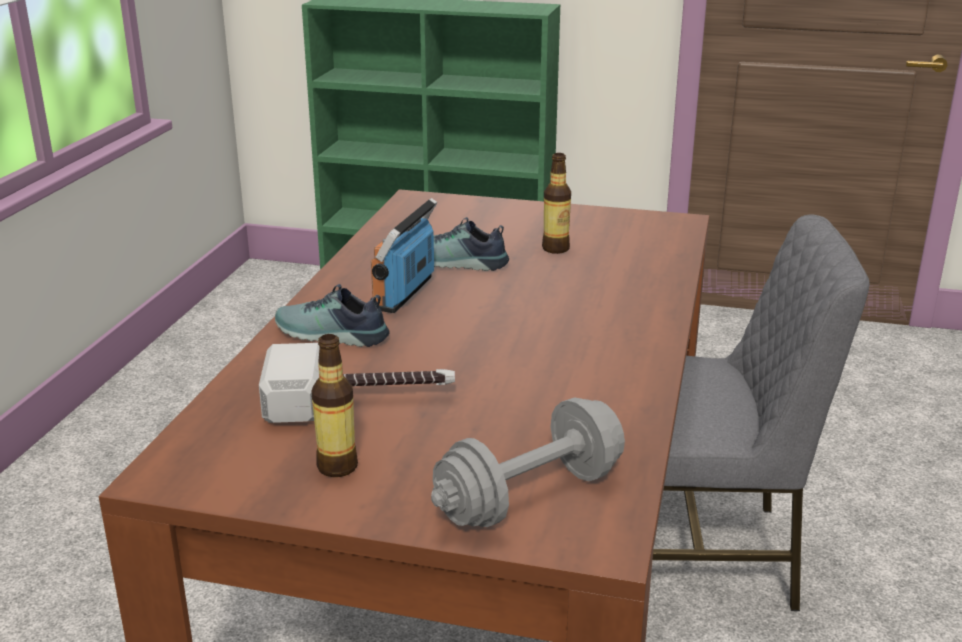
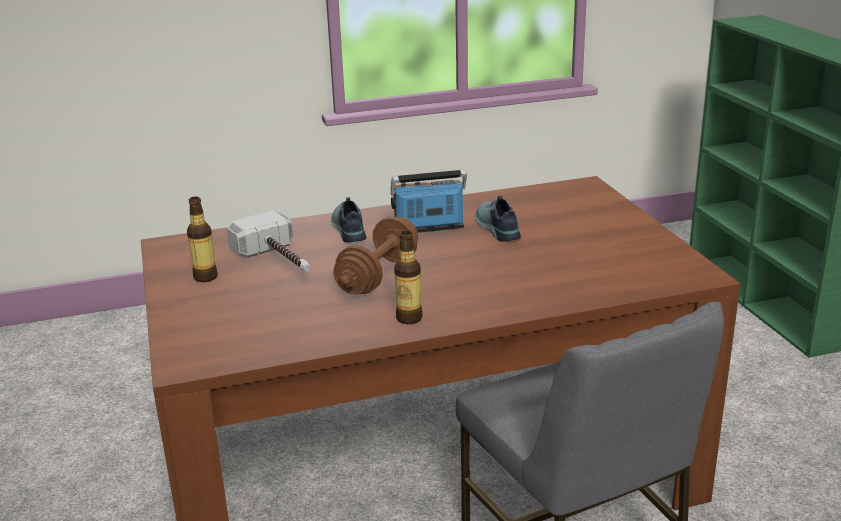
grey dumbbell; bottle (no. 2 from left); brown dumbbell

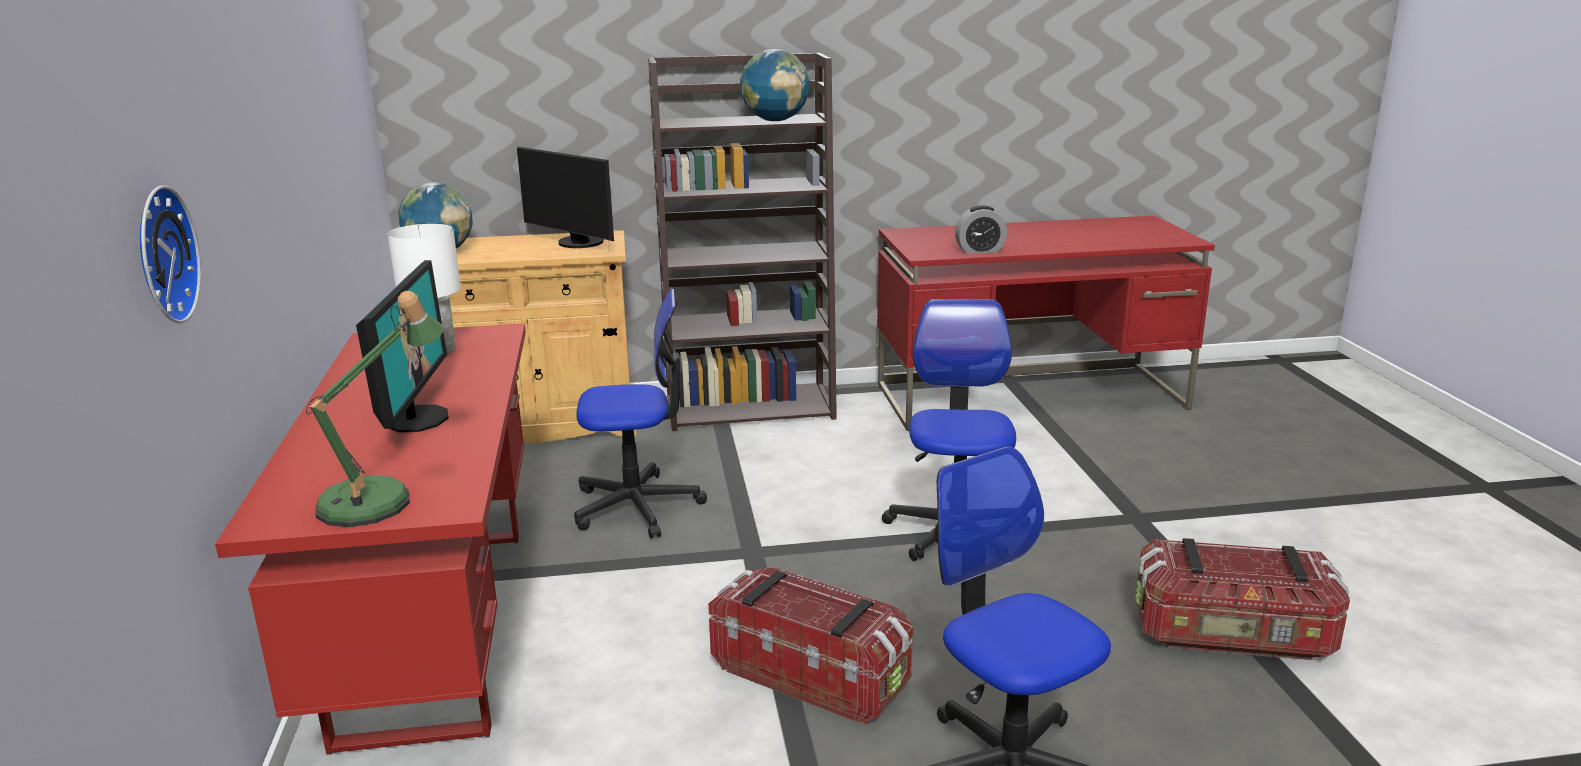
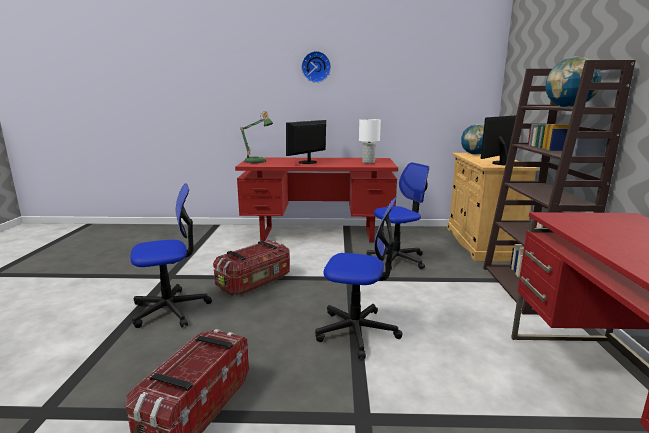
wall clock; monitor (no. 1 from left); office chair (no. 3 from left); alarm clock

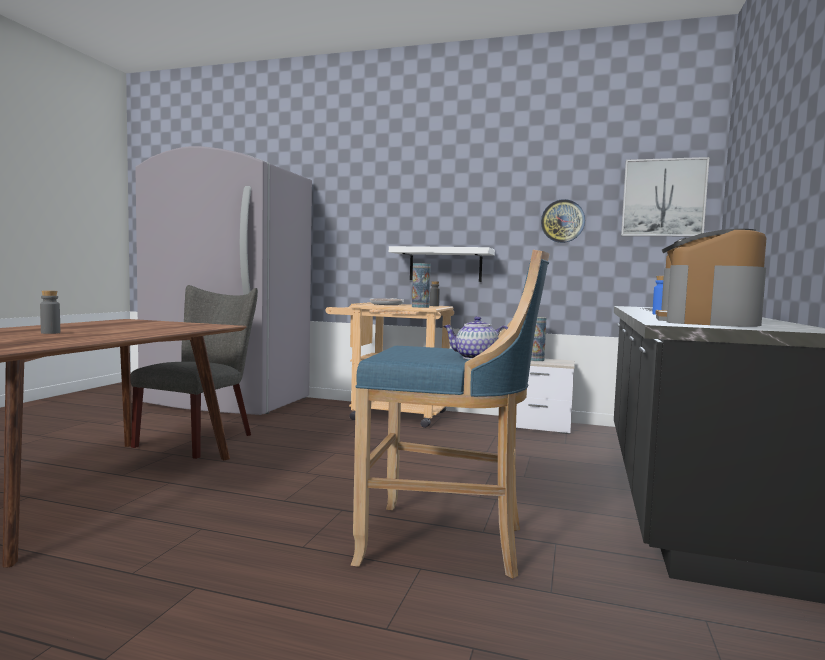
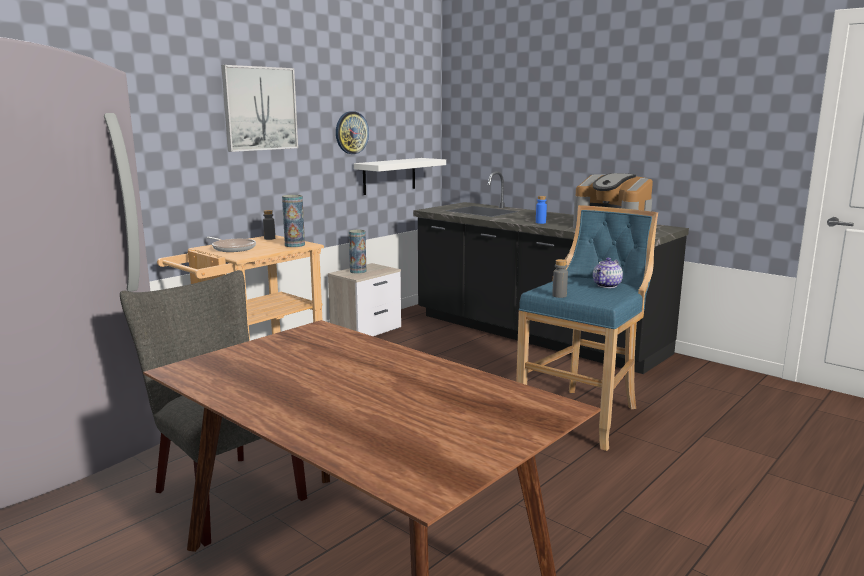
grey bottle (no. 2 from left); white shelf; picture

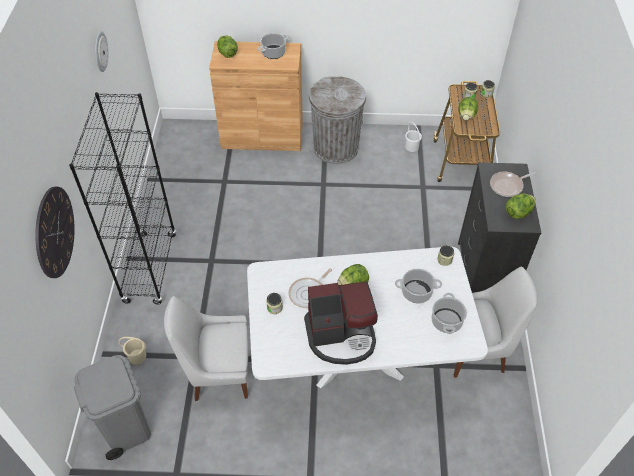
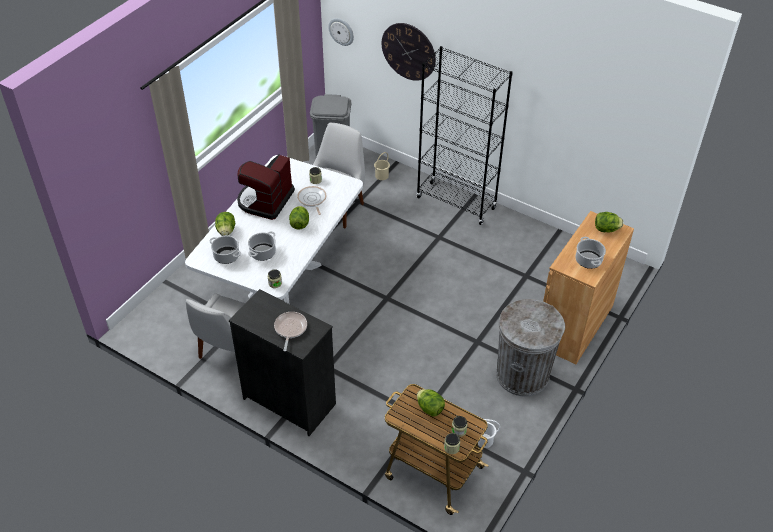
wall clock (no. 1 from left); lettuce (no. 1 from left)

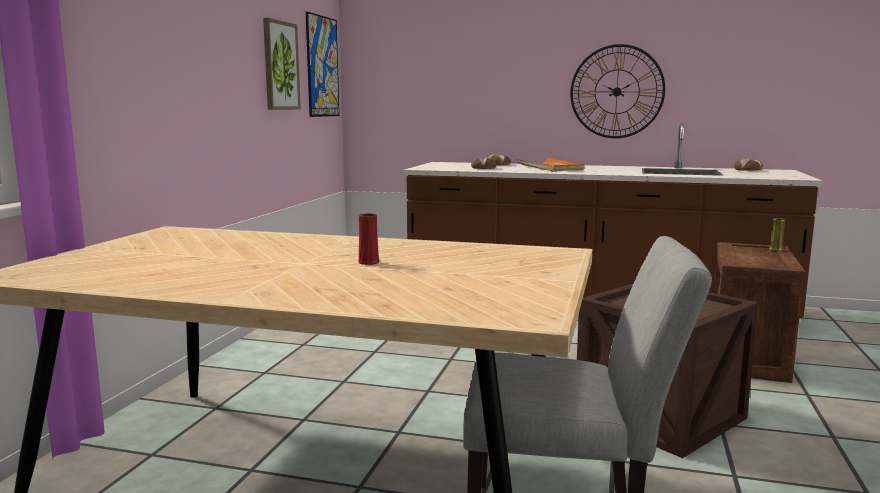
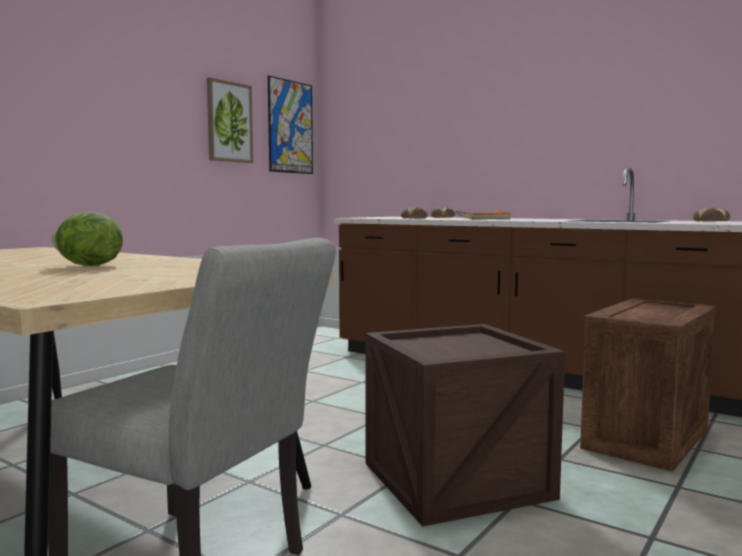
lettuce; wall clock; yellow vase

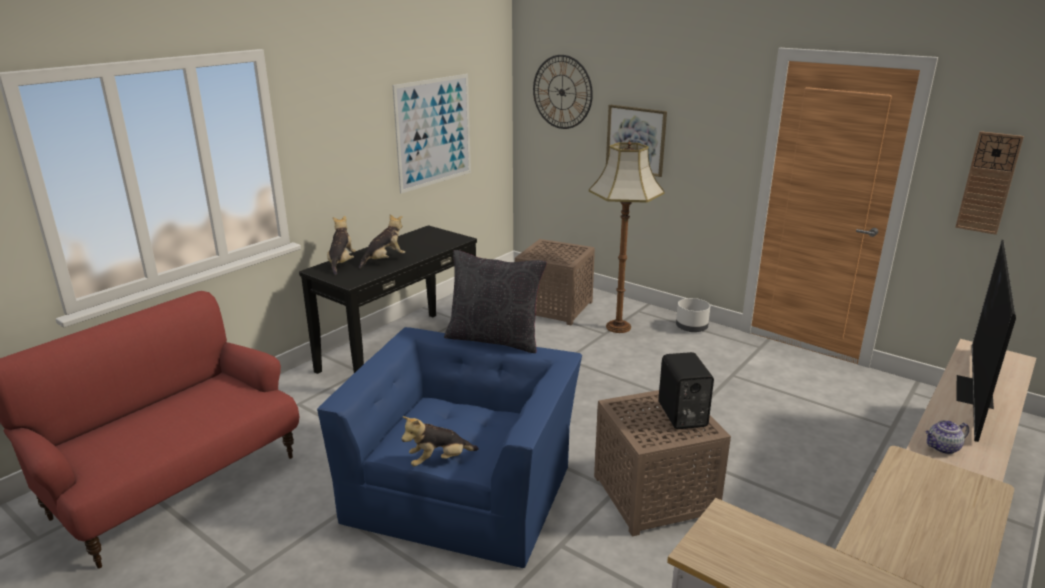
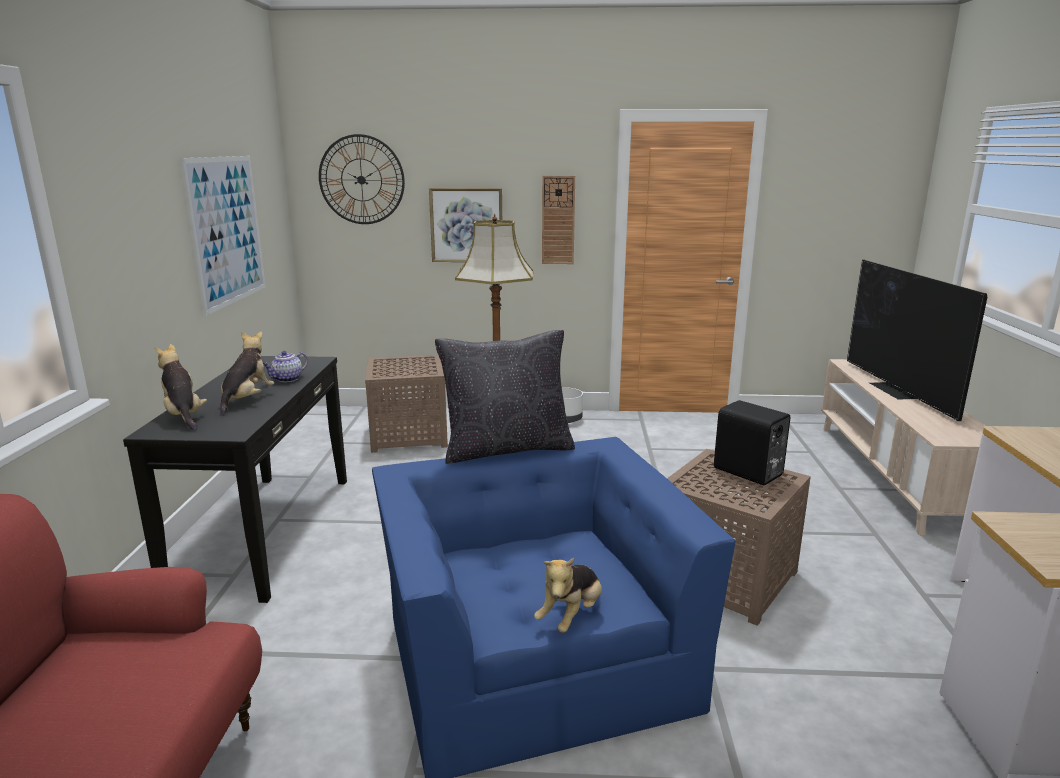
teapot; wall clock (no. 2 from left)

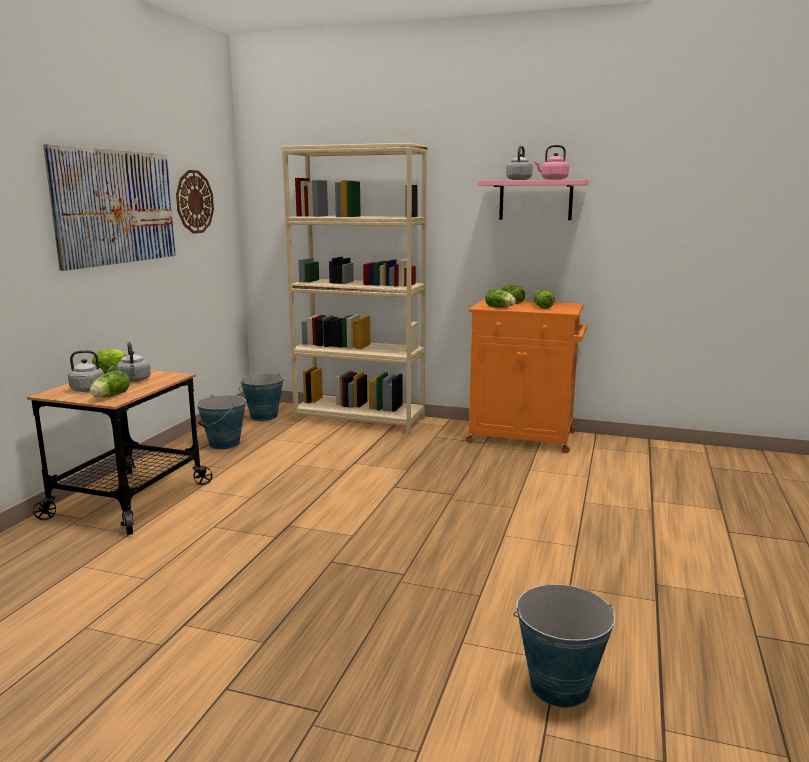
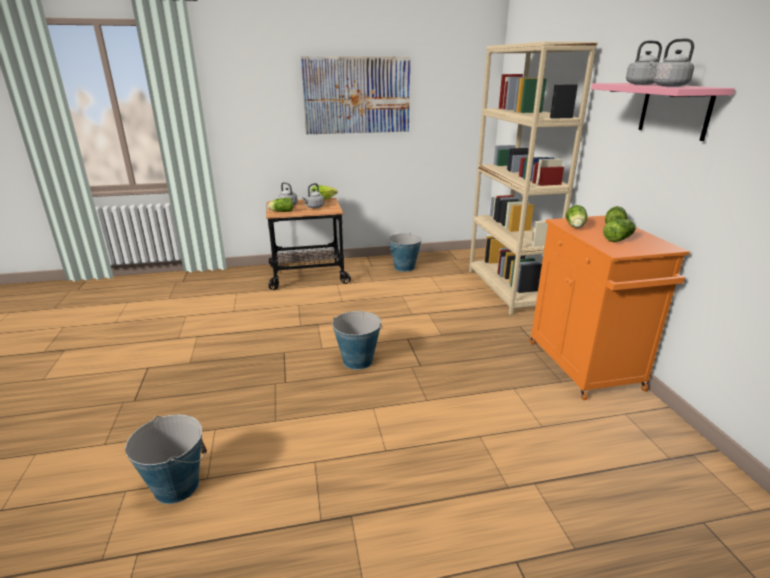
wall clock; bucket (no. 2 from left); grey kettle (no. 4 from left)

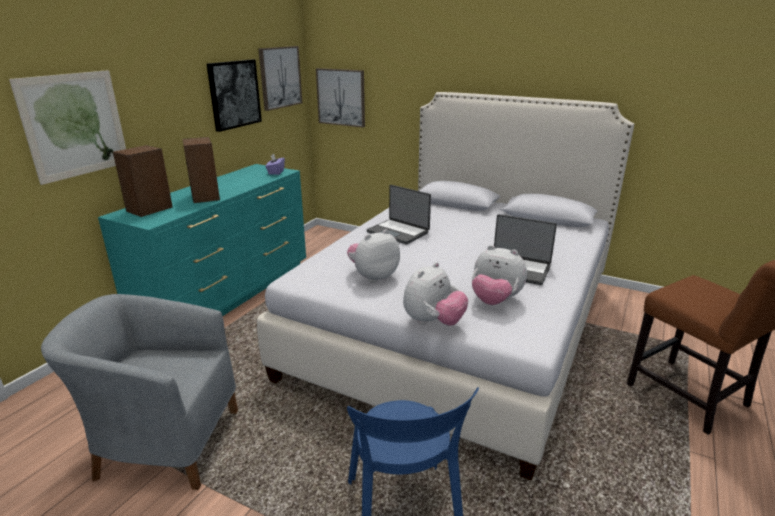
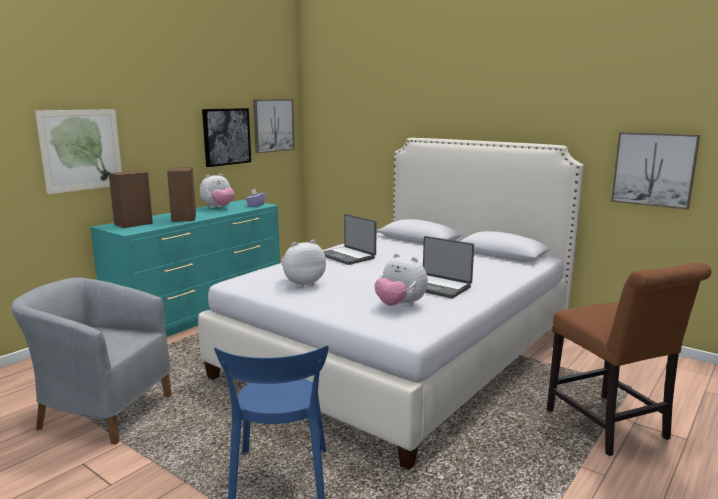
picture (no. 4 from left); plush toy (no. 1 from left)

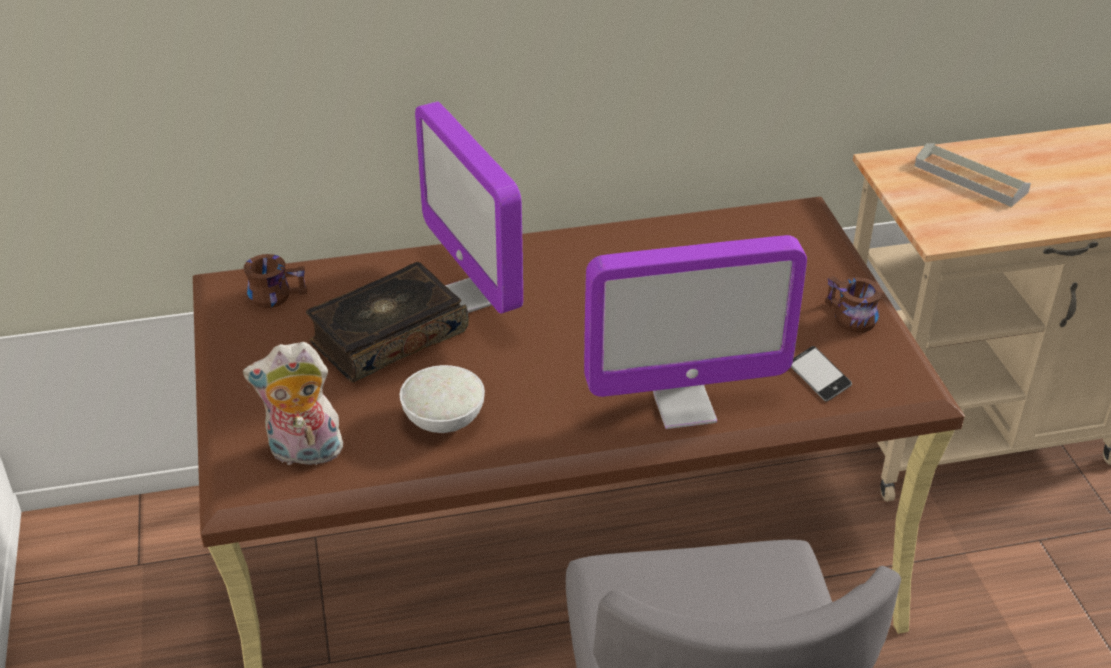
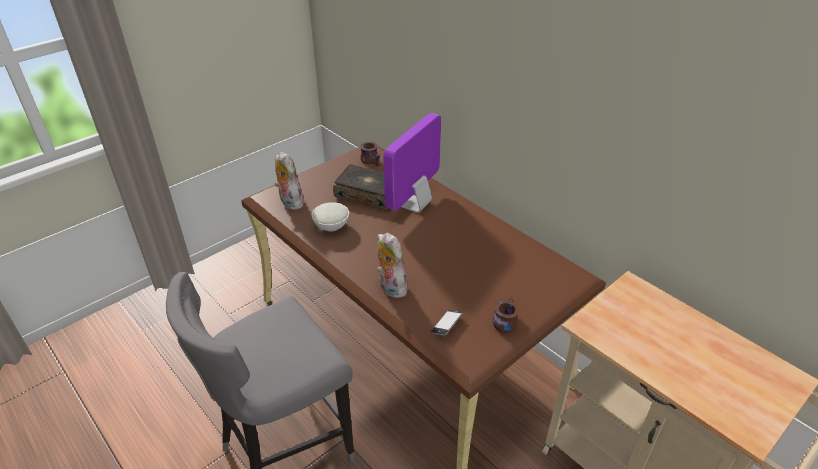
plush toy (no. 2 from left); grey tray

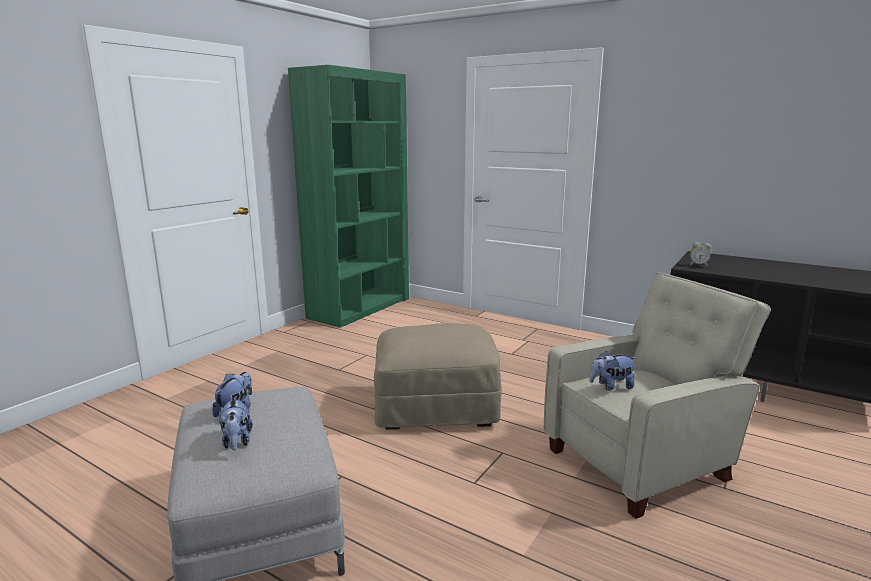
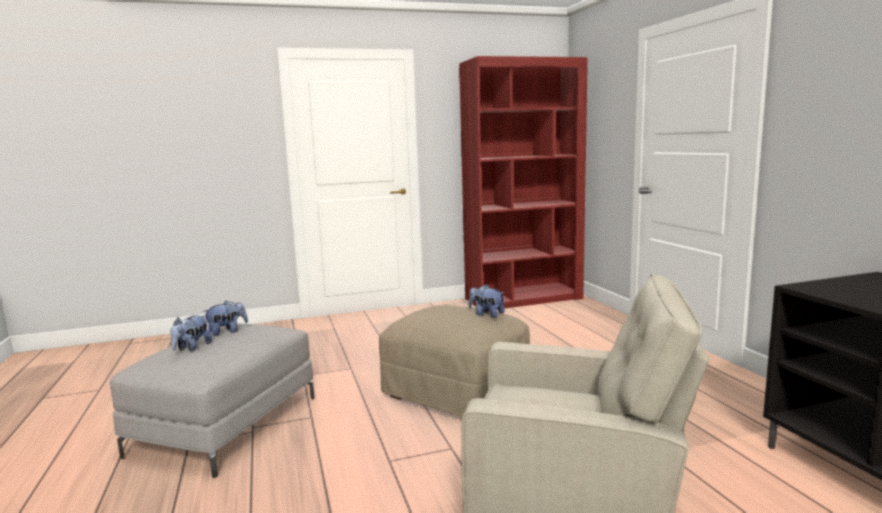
red bookcase; plush toy (no. 3 from left); alarm clock

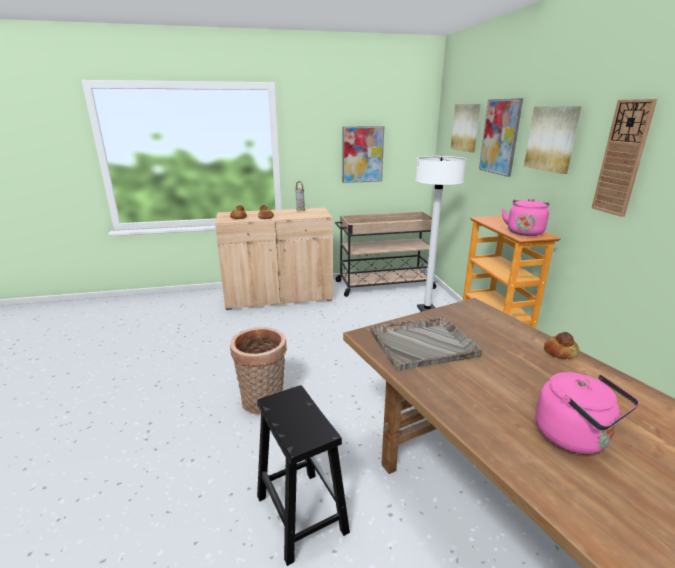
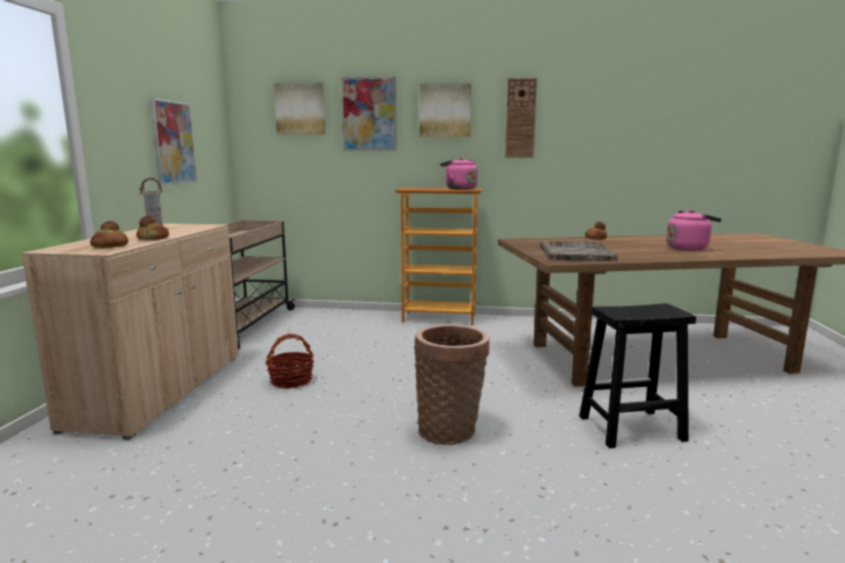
white floor lamp; basket (no. 1 from left)

